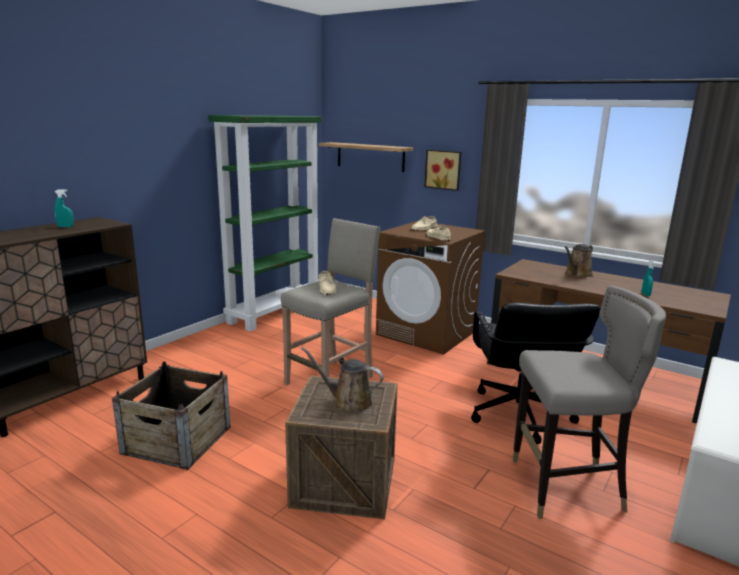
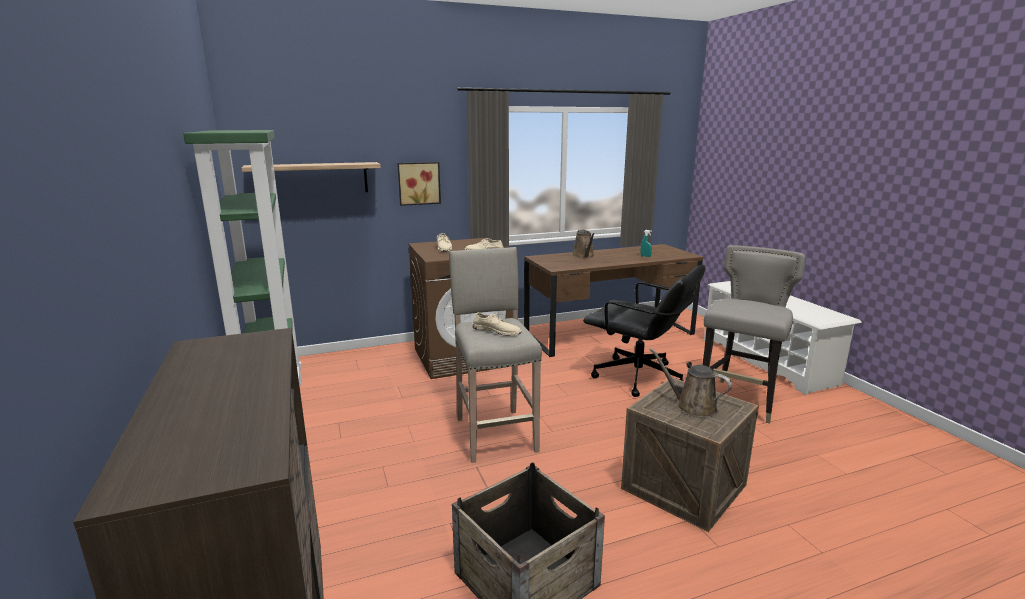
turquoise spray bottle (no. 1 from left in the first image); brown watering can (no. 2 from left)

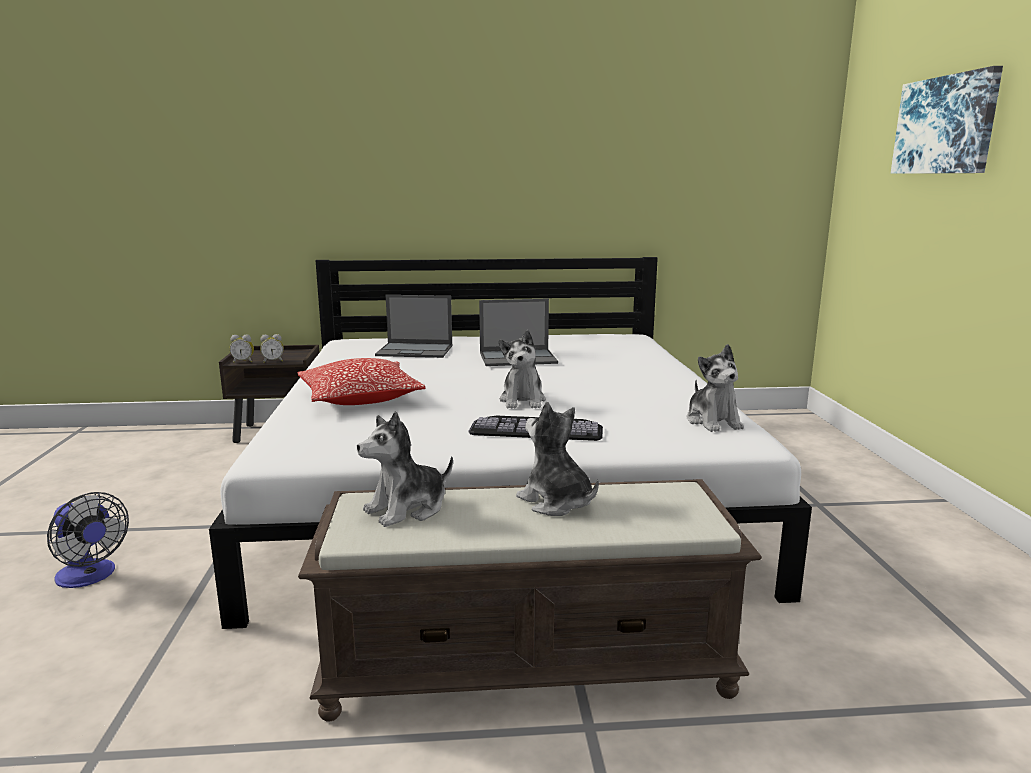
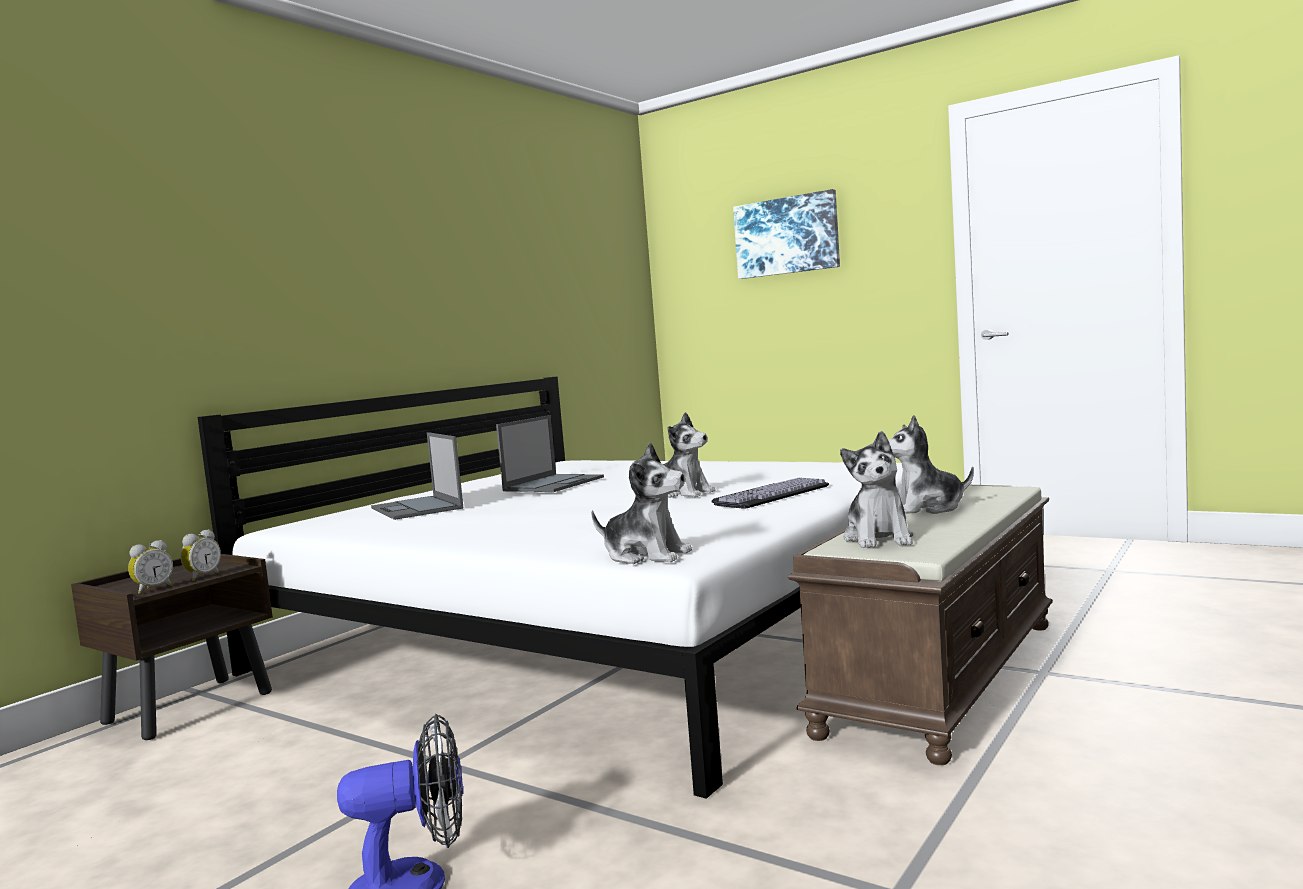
pillow; laptop (no. 1 from left); plush toy (no. 1 from left)

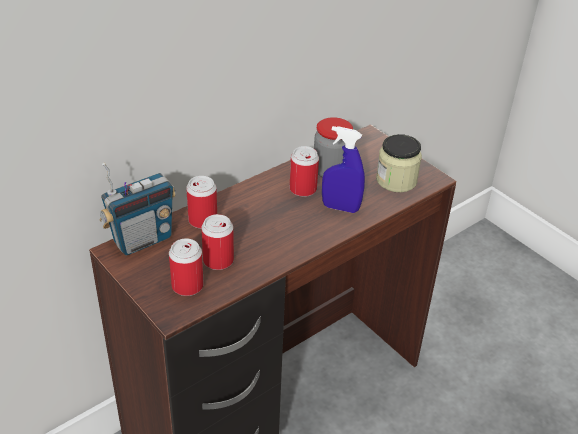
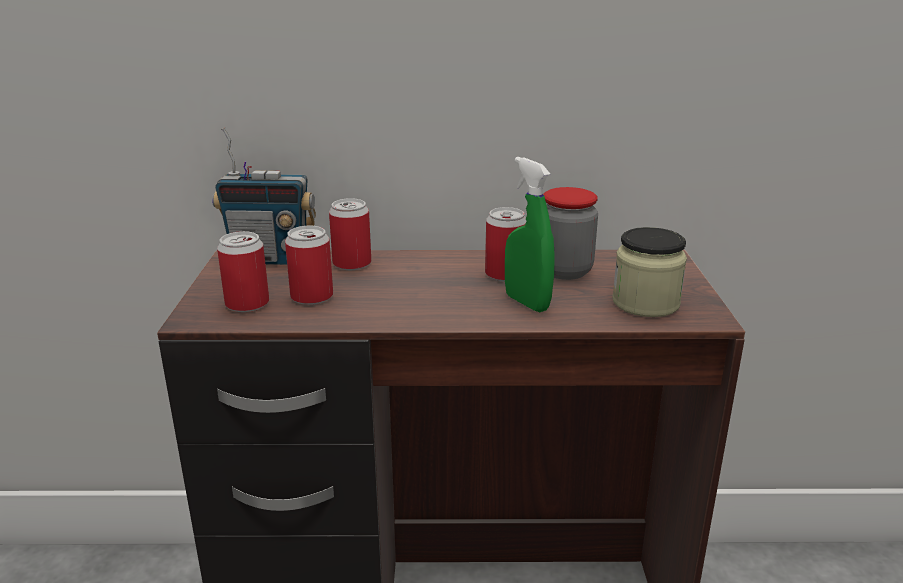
green spray bottle

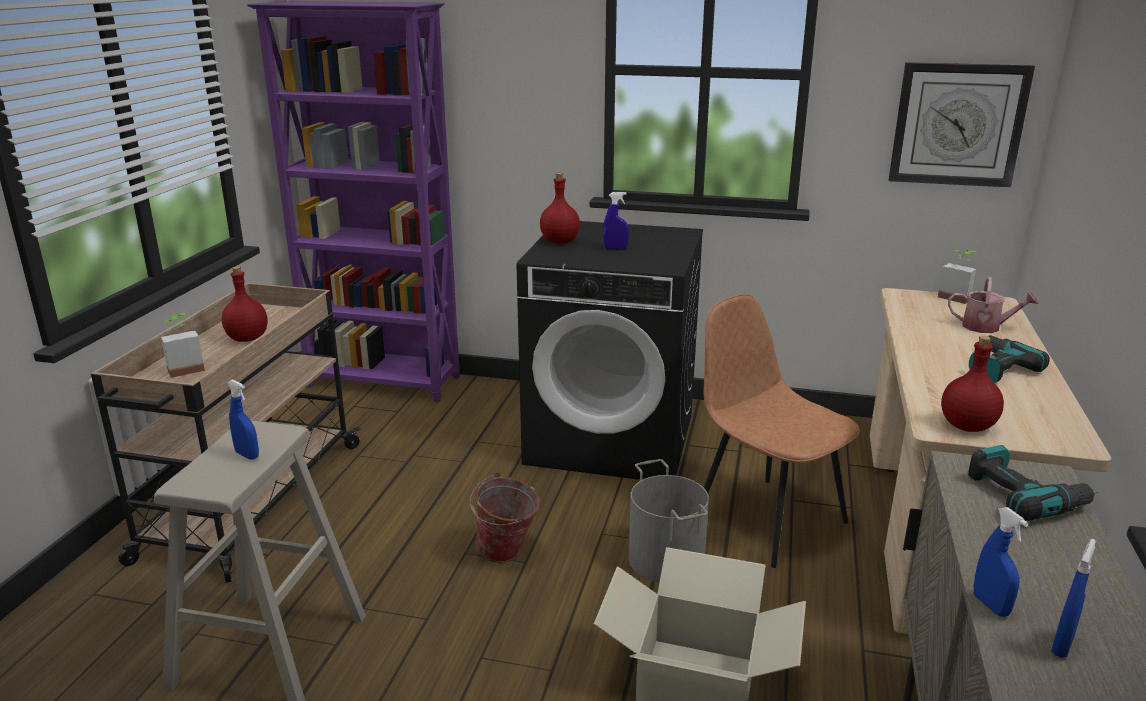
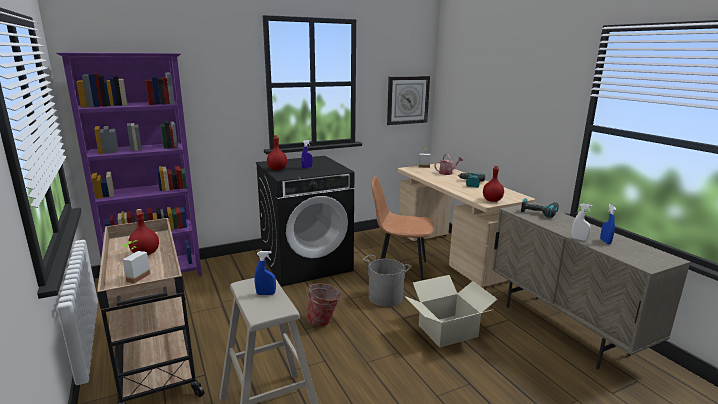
white spray bottle

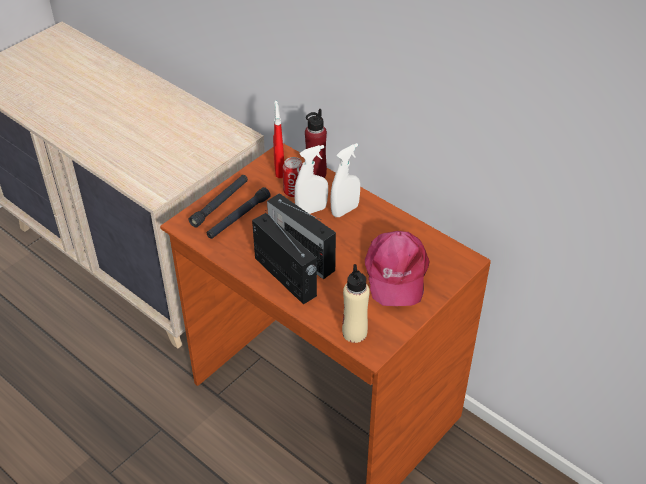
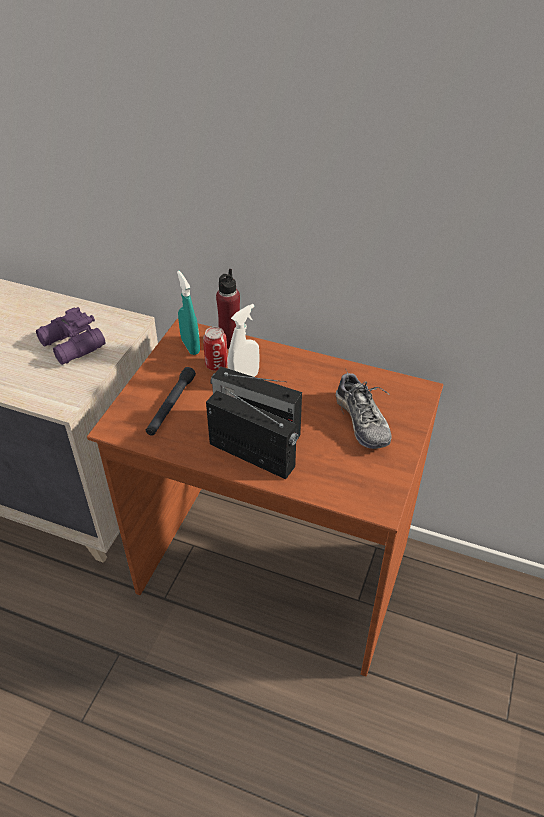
black flashlight (no. 1 from left in the first image); turquoise spray bottle; white spray bottle (no. 2 from left in the first image); beige bottle; shoe; purple binoculars

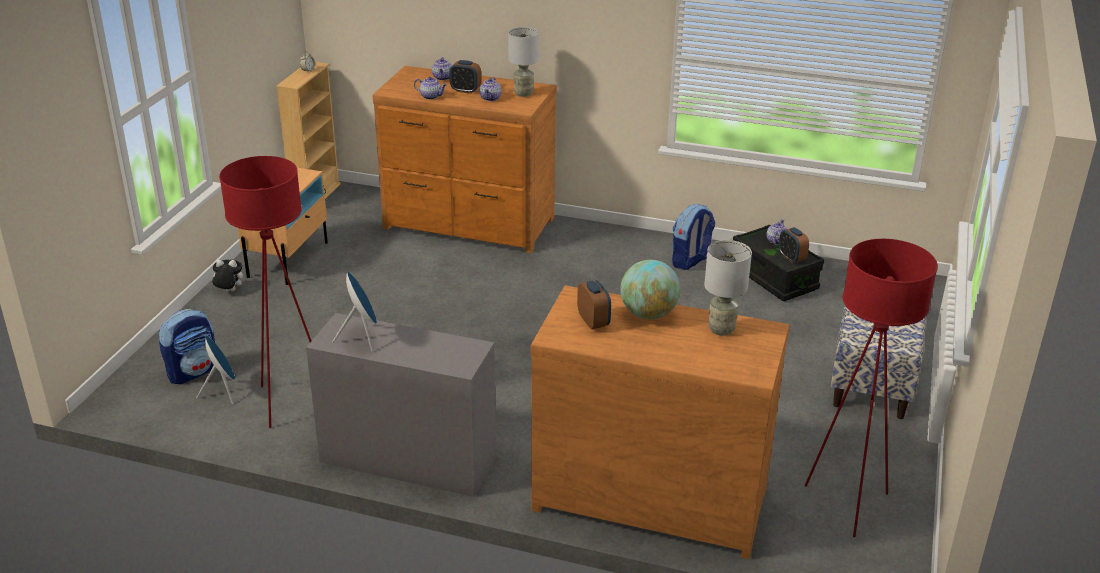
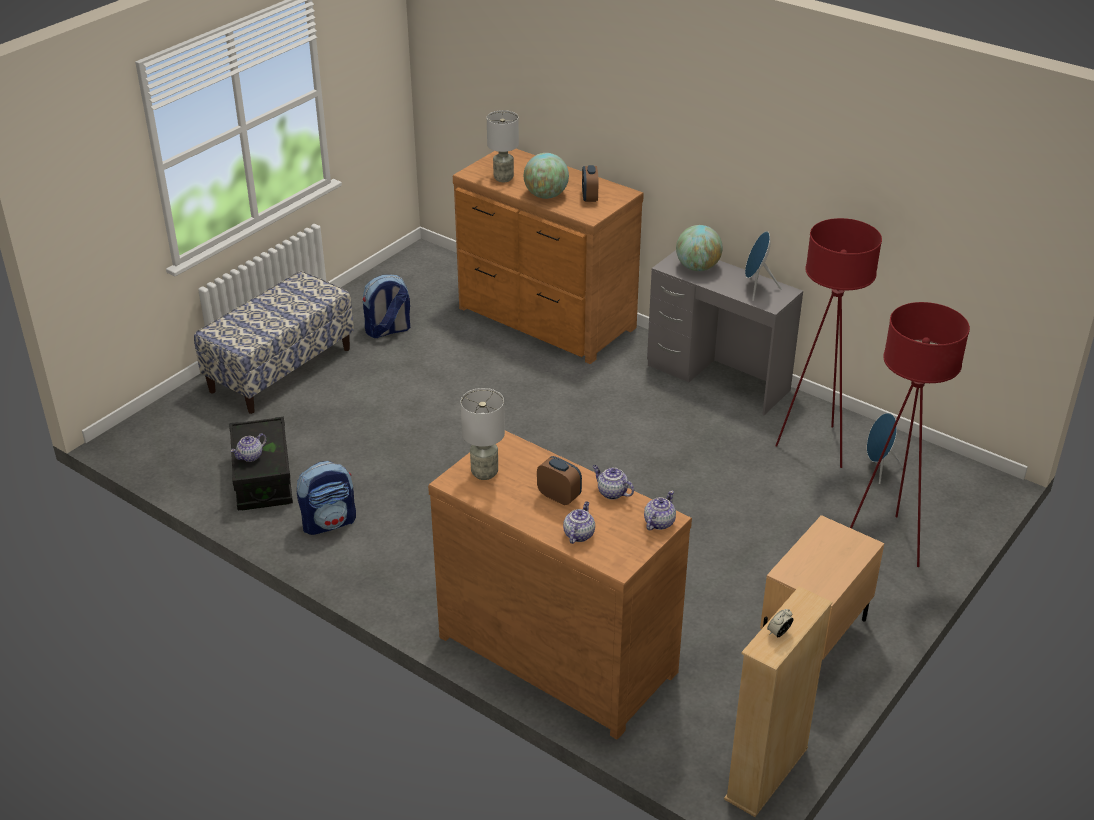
backpack (no. 2 from left); plush toy; teapot (no. 4 from left); alarm clock (no. 4 from left in the first image); red floor lamp (no. 2 from left); globe (no. 2 from left)

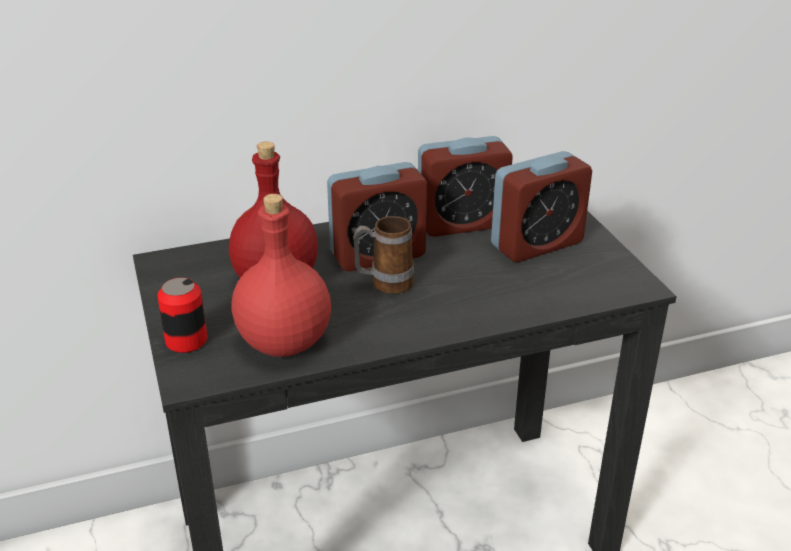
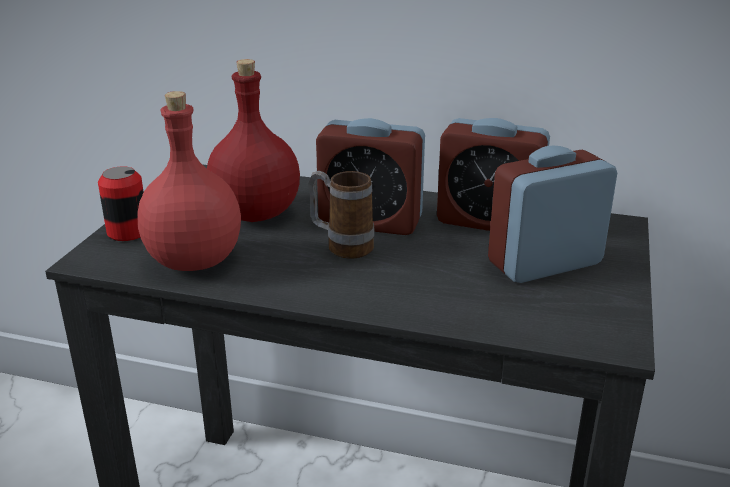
alarm clock (no. 3 from left)

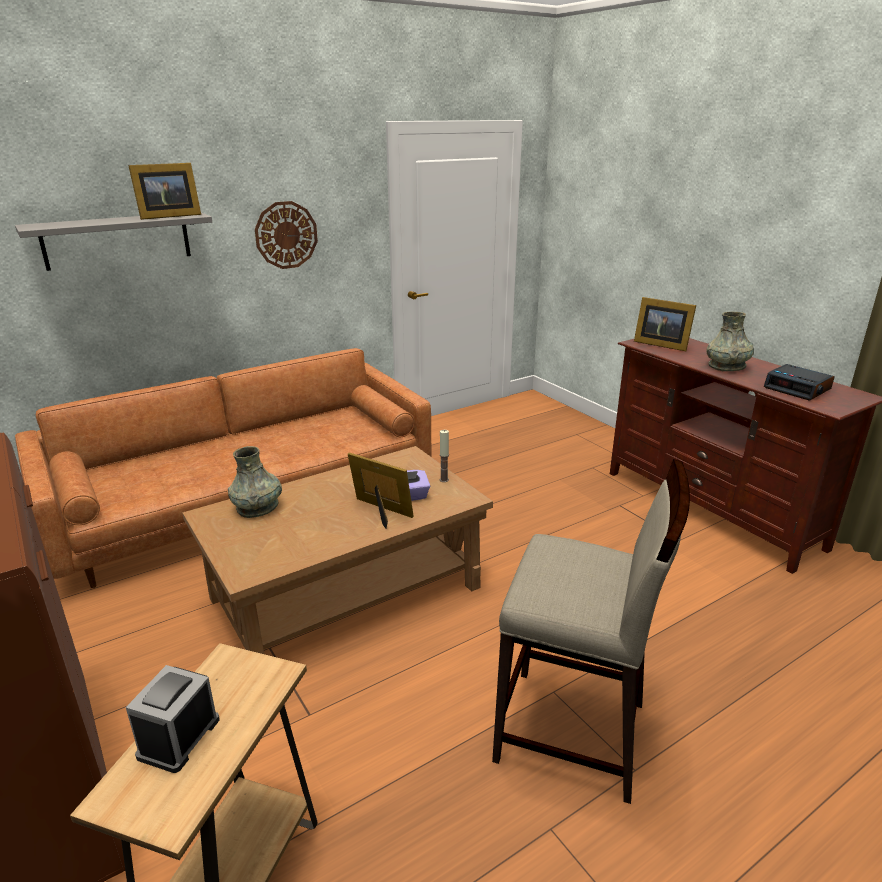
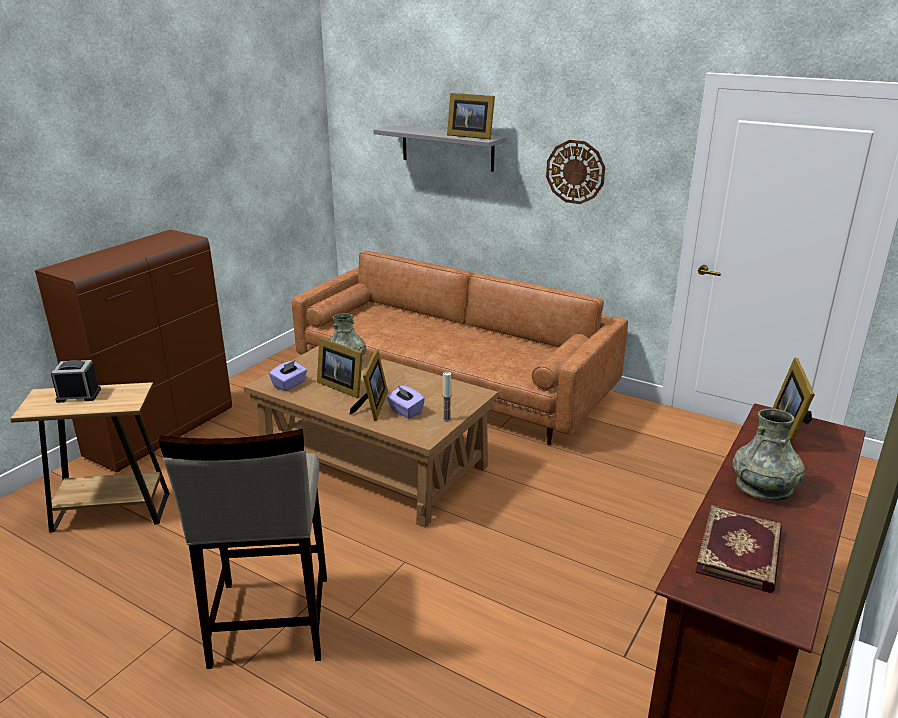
book; purple tissue box (no. 1 from left); picture frame (no. 1 from left)

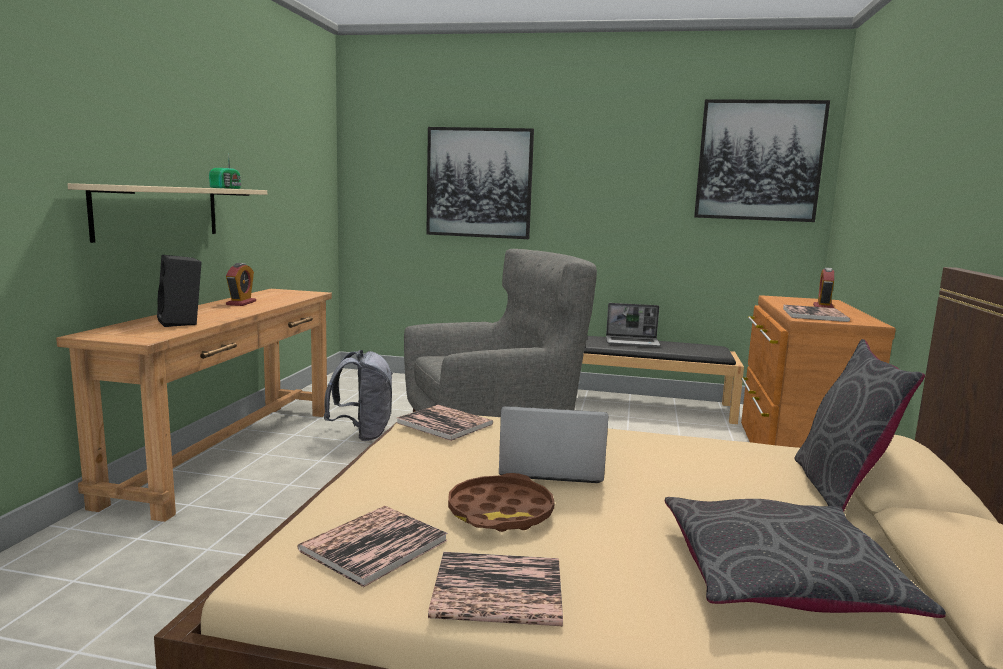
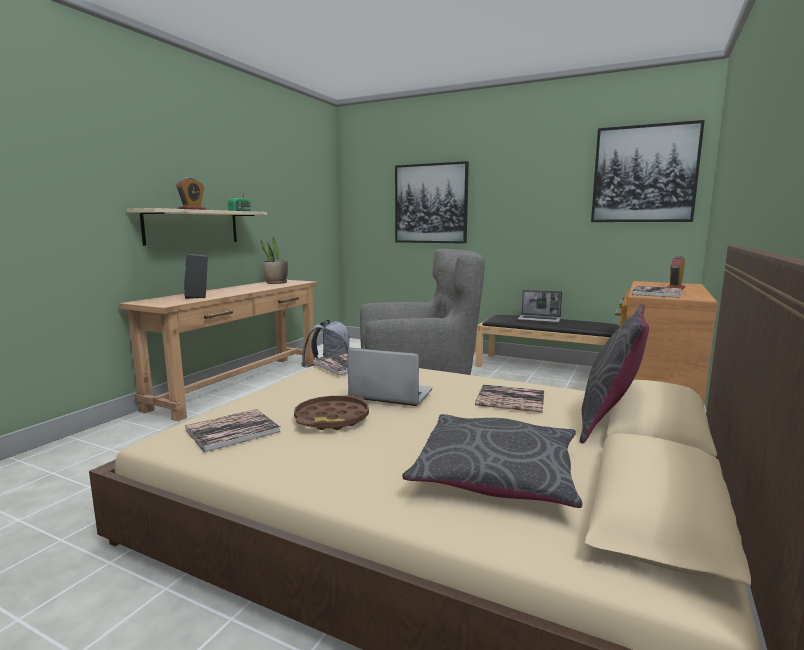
alarm clock (no. 1 from left); book (no. 3 from left); potted plant

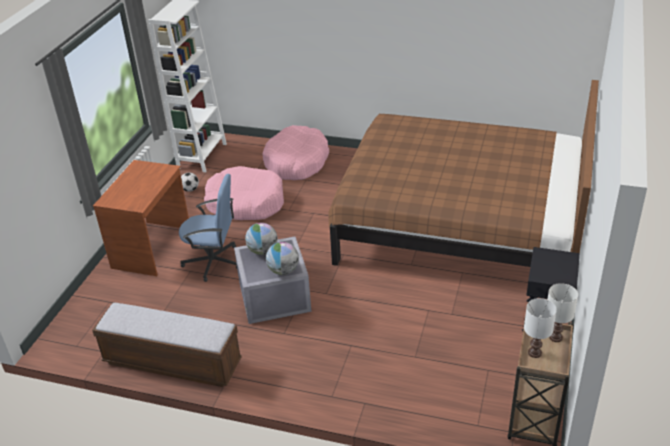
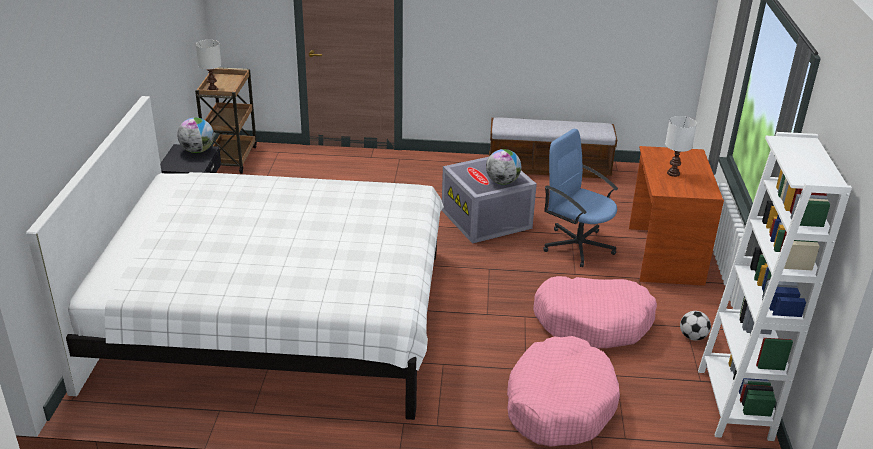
blue office chair; globe (no. 1 from left); white bed; white table lamp (no. 2 from left)

